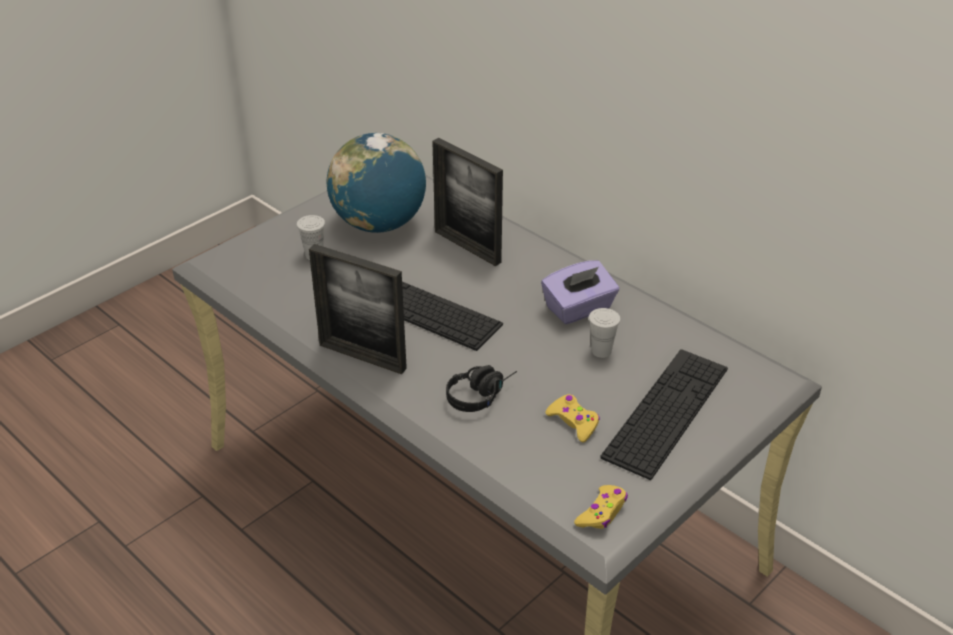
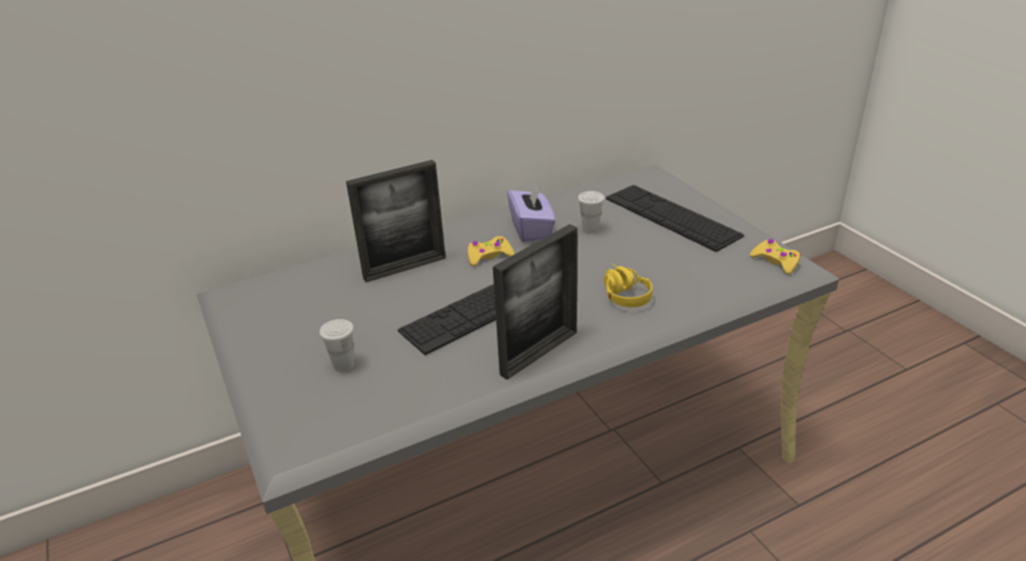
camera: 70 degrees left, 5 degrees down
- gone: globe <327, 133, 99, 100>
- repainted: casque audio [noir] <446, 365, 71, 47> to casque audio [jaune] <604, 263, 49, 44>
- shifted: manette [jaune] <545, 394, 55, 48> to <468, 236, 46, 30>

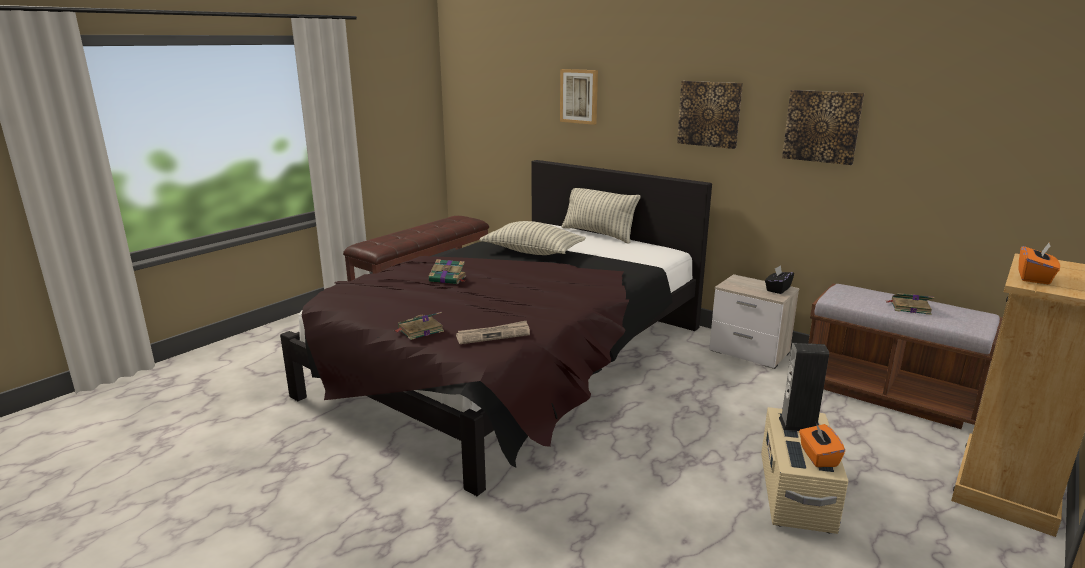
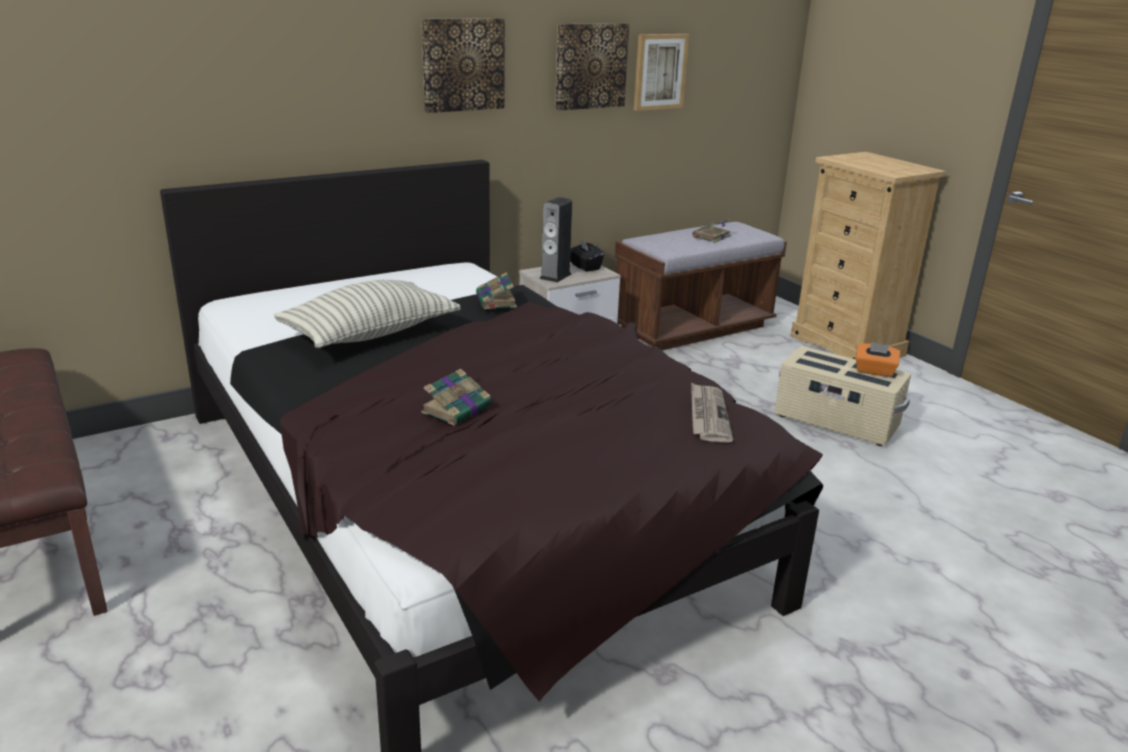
camera: 70 degrees left, 5 degrees up
- shifted: livre <395, 312, 49, 28> to <476, 272, 41, 38>
- shifted: tableau <560, 69, 38, 56> to <634, 34, 55, 77>
- gone: coussin <562, 188, 79, 55>
- shifted: enceinte <779, 343, 50, 88> to <539, 197, 33, 86>
- gone: boîte à mouchoirs [orange] <1019, 243, 41, 41>

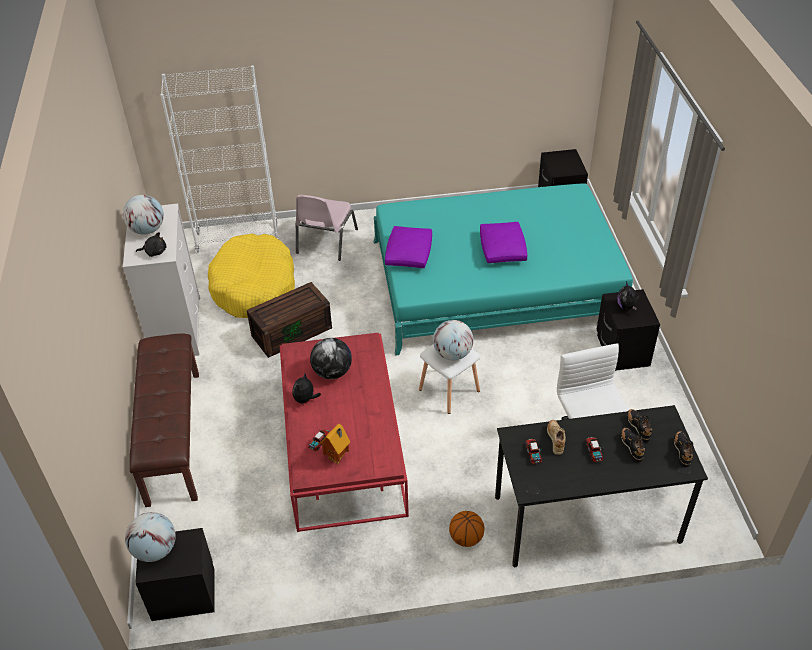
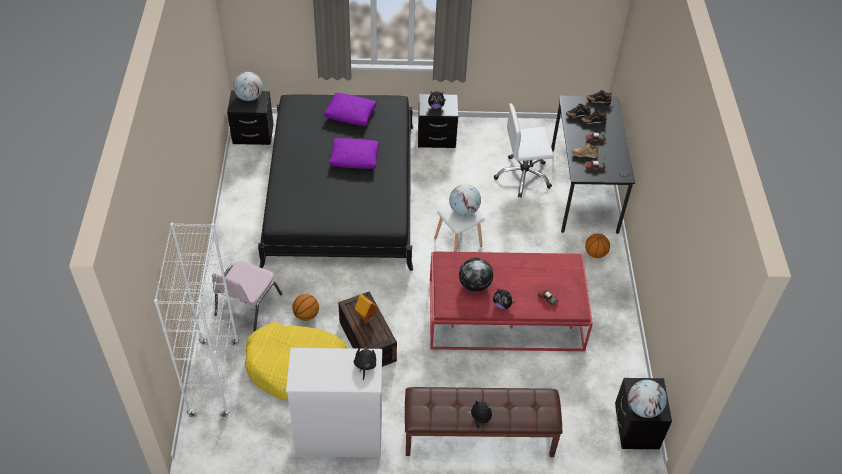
camera: 85 degrees left, 5 degrees up
- shifted: globe <123, 195, 41, 40> to <233, 72, 30, 29>
- rotated: chaise [rose] <296, 195, 62, 66> = <212, 261, 70, 70> 90 degrees clockwise
- shifted: maison miniature <320, 423, 30, 41> to <355, 294, 23, 30>
- repainted: lit [turquoise] <373, 183, 260, 173> to lit [noir] <258, 95, 155, 176>
- shifted: coussin [violet] <385, 226, 47, 42> to <324, 93, 53, 33>
- new: ballon de basket <292, 294, 27, 27>
- new: peluche <467, 400, 25, 29>

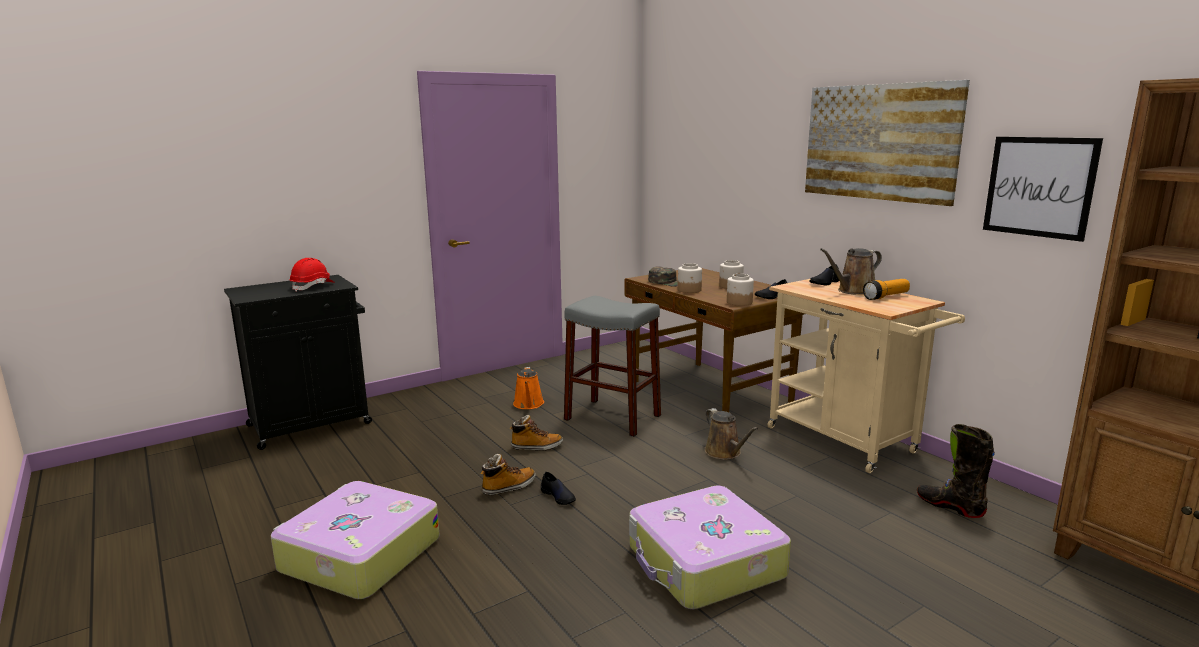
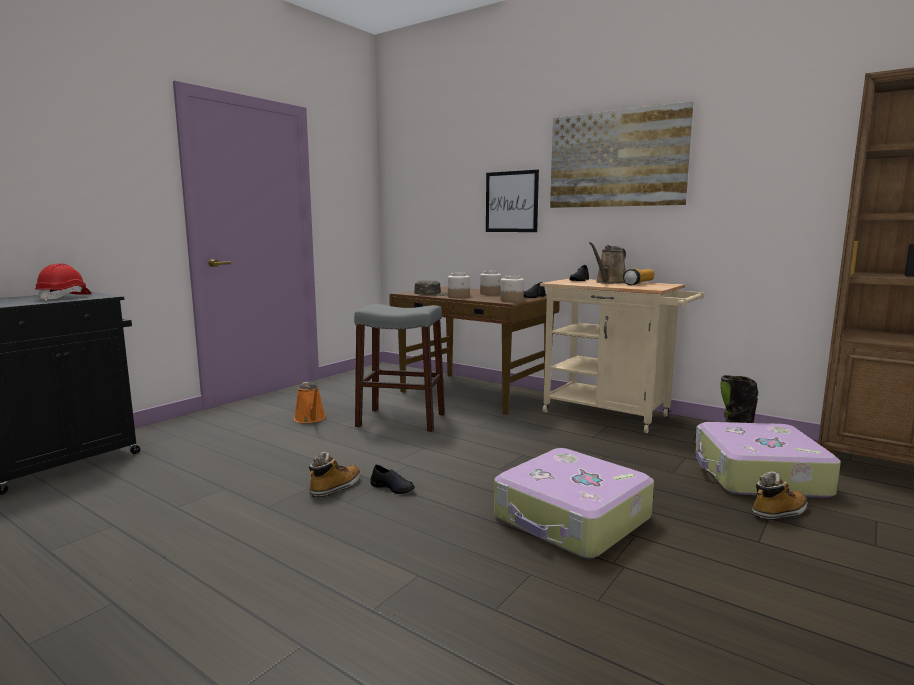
camera: 20 degrees left, 5 degrees down
- shifted: valise <271, 481, 169, 118> to <695, 422, 146, 76>
- shifted: botte <509, 415, 54, 36> to <752, 471, 55, 49>
- gone: arrosoir [marron] <705, 408, 53, 52>
- shifted: tableau <983, 137, 120, 105> to <486, 170, 53, 62>

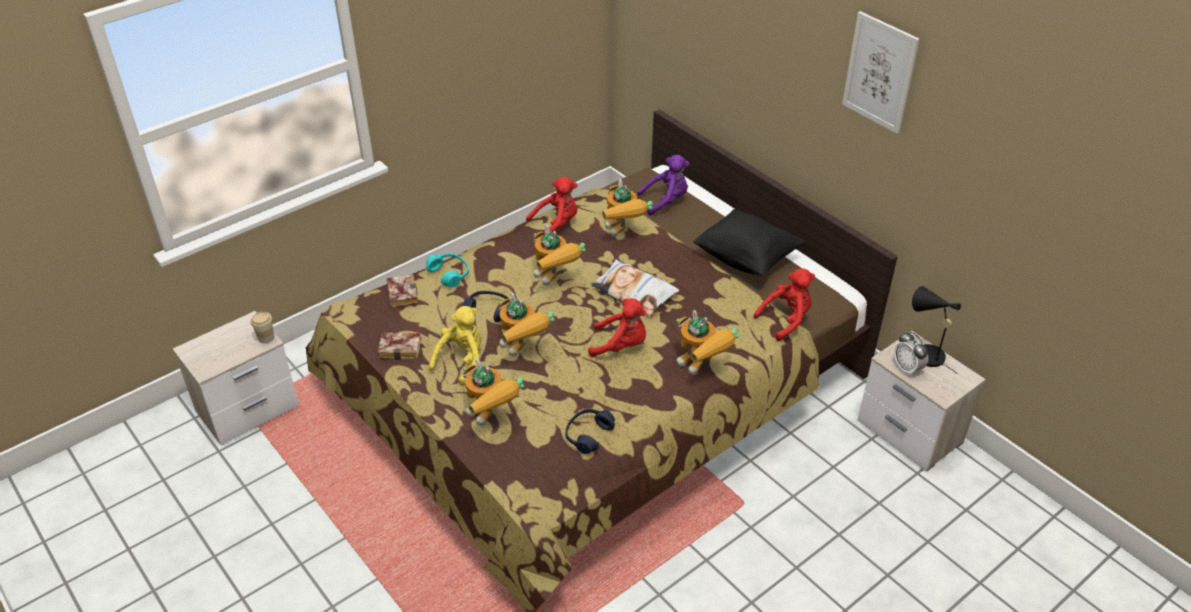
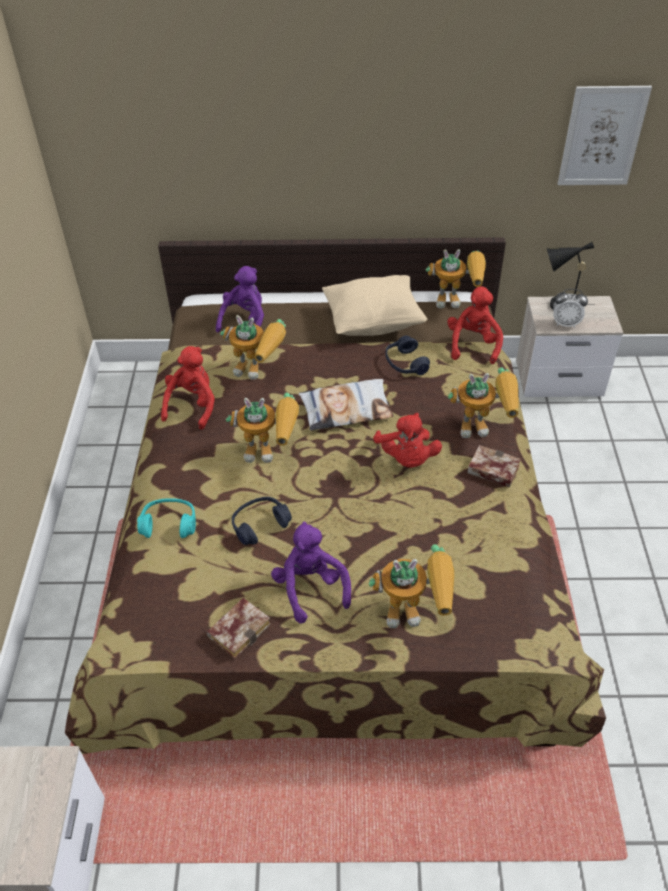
camera: 50 degrees left, 5 degrees up
- gone: tasse <250, 312, 24, 31>
- shifted: livre <387, 274, 31, 34> to <467, 445, 54, 43>
- repainted: peluche [jaune] <429, 306, 53, 80> to peluche [violet] <271, 521, 80, 102>
- shifted: robot jouet <498, 292, 57, 65> to <426, 249, 60, 59>
- shifted: casque audio [bleu] <565, 409, 50, 45> to <385, 335, 45, 40>
- rotated: peluche [rouge] <588, 298, 58, 59> = <373, 413, 69, 55> 120 degrees clockwise
- repainted: coussin [noir] <693, 209, 113, 67> to coussin [beige] <322, 275, 105, 61>
- shifted: tableau <842, 11, 78, 123> to <558, 86, 94, 99>

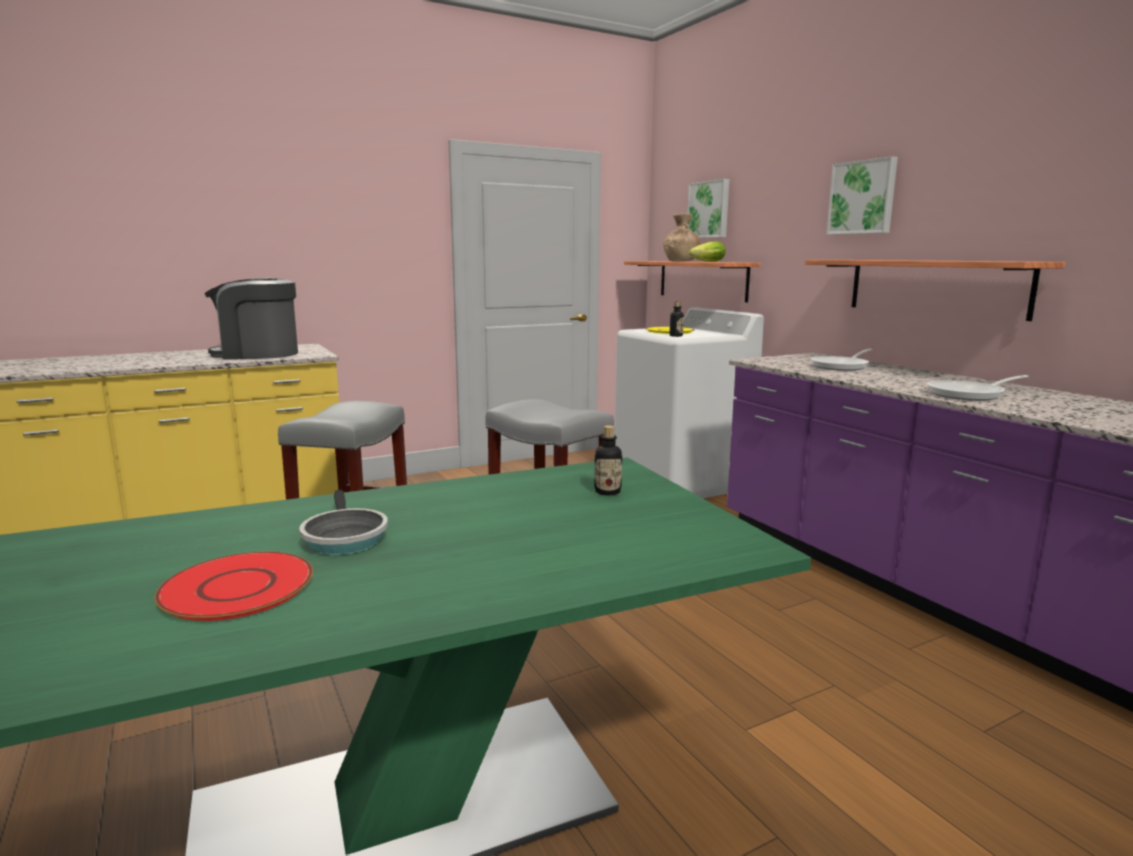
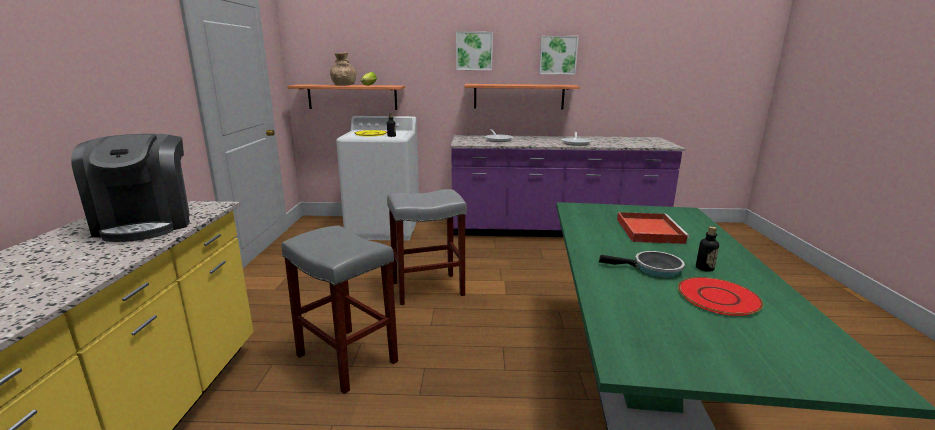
camera: 60 degrees left, 5 degrees up
- rotated: machine à café <204, 278, 94, 82> = <71, 134, 119, 108> 45 degrees counterclockwise
- shifted: bouteille <594, 425, 28, 70> to <696, 226, 23, 46>
- shifted: tableau <687, 179, 42, 59> to <539, 36, 40, 39>
- new: plateau [rouge] <617, 212, 73, 32>

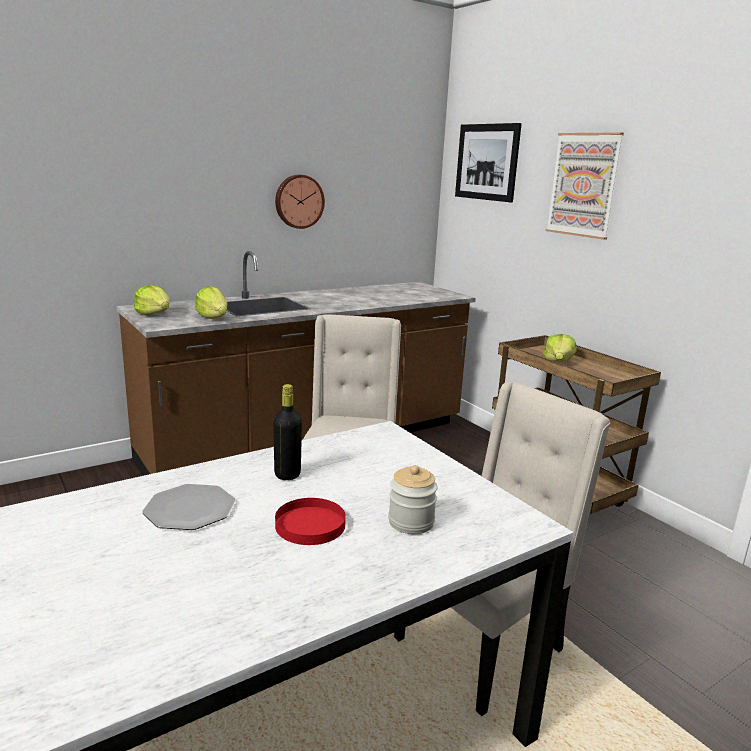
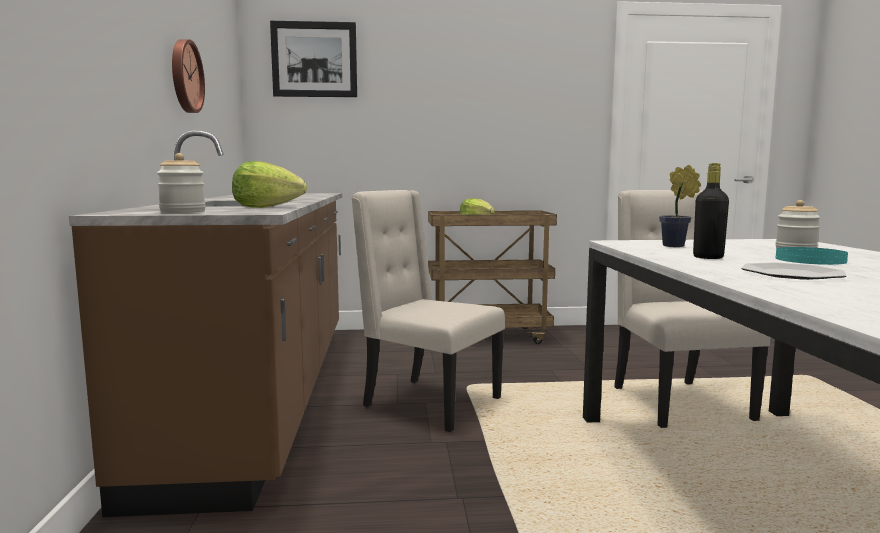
camera: 60 degrees left, 10 degrees down
- swapped: laitue <134, 285, 36, 30> to bocal <157, 153, 49, 60>
- repainted: assiette [rouge] <275, 498, 71, 47> to assiette [turquoise] <776, 247, 72, 18>
- gone: tableau <546, 132, 78, 108>
- new: plante en pot <659, 165, 42, 82>

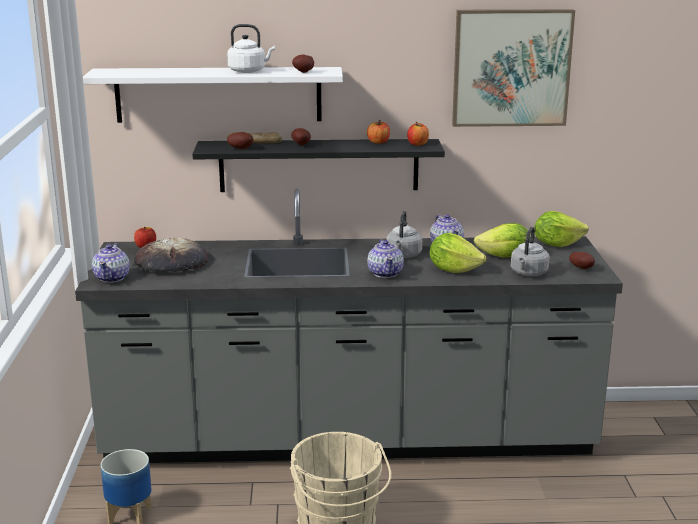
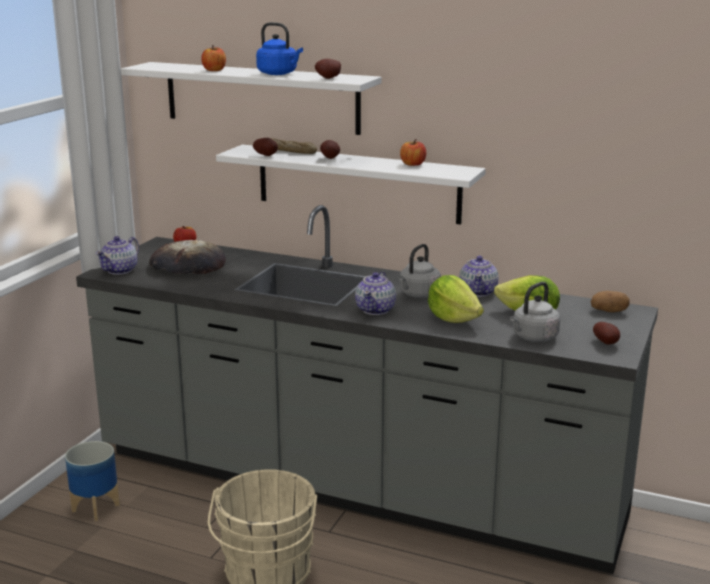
camera: 25 degrees right, 0 degrees up
- repainted: étagère [noir] <192, 139, 253, 53> to étagère [blanc] <216, 145, 270, 80>
- repainted: bouilloire [blanc] <227, 24, 48, 49> to bouilloire [bleu] <256, 22, 47, 53>
- shifted: pomme <407, 122, 22, 24> to <201, 45, 25, 26>
- gone: tableau <452, 9, 123, 118>
- swapped: laitue <534, 211, 55, 36> to pomme de terre <590, 291, 39, 22>

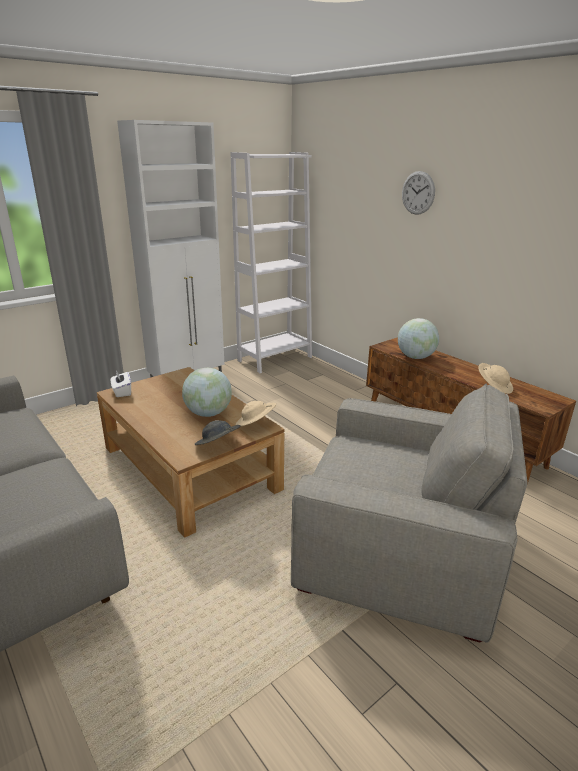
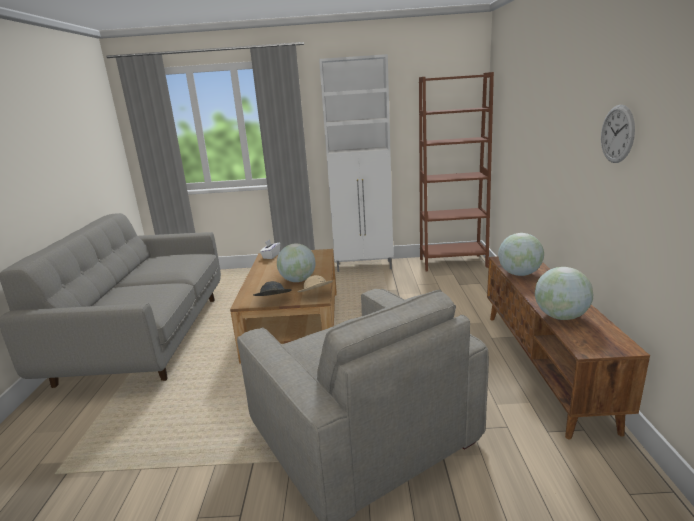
camera: 40 degrees right, 5 degrees down
- repainted: bibliothèque [blanc] <231, 152, 81, 221> to bibliothèque [marron] <419, 72, 75, 199>
- shifted: horloge murale <402, 171, 33, 44> to <601, 105, 34, 58>
- swapped: chapeau [beige] <478, 363, 35, 31> to globe <535, 267, 58, 53>

